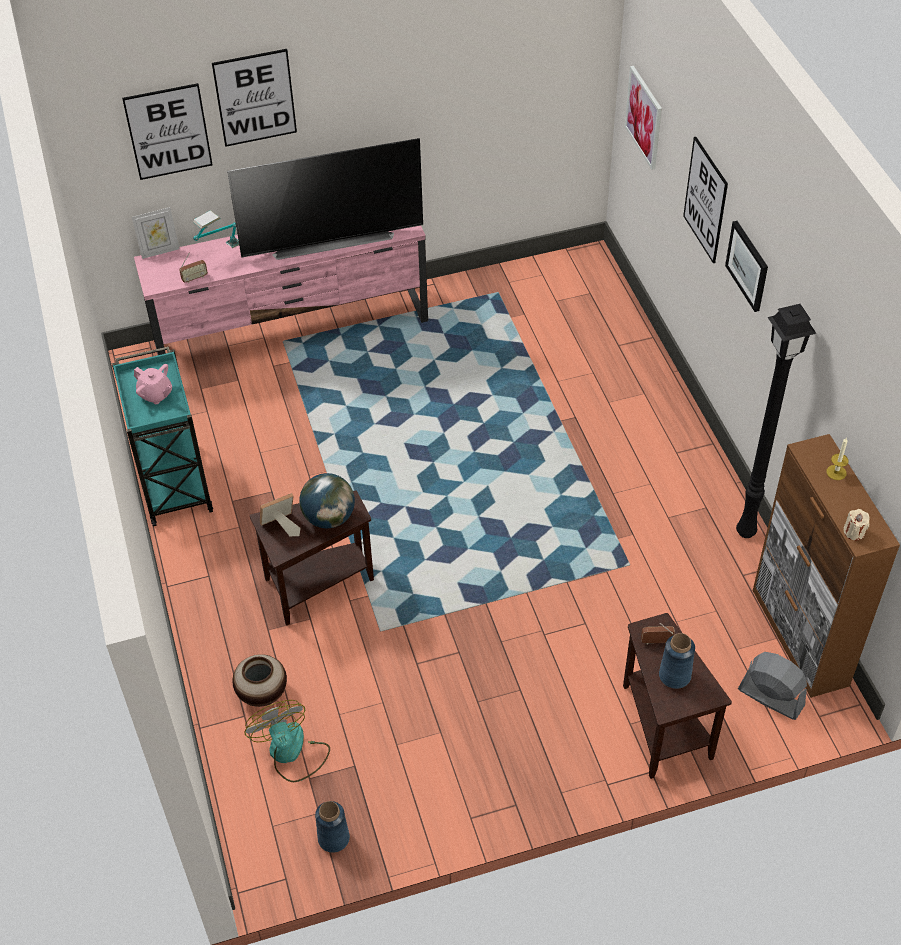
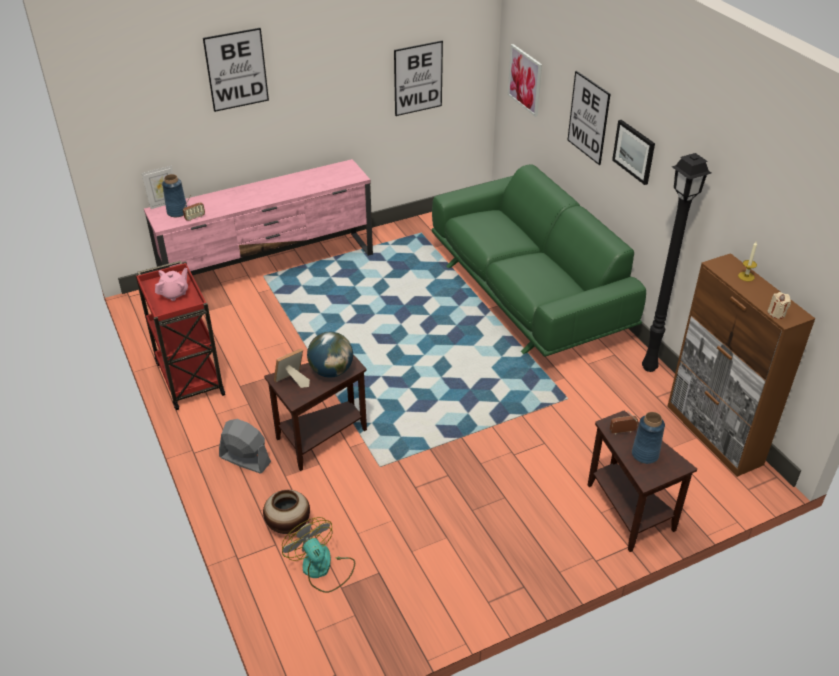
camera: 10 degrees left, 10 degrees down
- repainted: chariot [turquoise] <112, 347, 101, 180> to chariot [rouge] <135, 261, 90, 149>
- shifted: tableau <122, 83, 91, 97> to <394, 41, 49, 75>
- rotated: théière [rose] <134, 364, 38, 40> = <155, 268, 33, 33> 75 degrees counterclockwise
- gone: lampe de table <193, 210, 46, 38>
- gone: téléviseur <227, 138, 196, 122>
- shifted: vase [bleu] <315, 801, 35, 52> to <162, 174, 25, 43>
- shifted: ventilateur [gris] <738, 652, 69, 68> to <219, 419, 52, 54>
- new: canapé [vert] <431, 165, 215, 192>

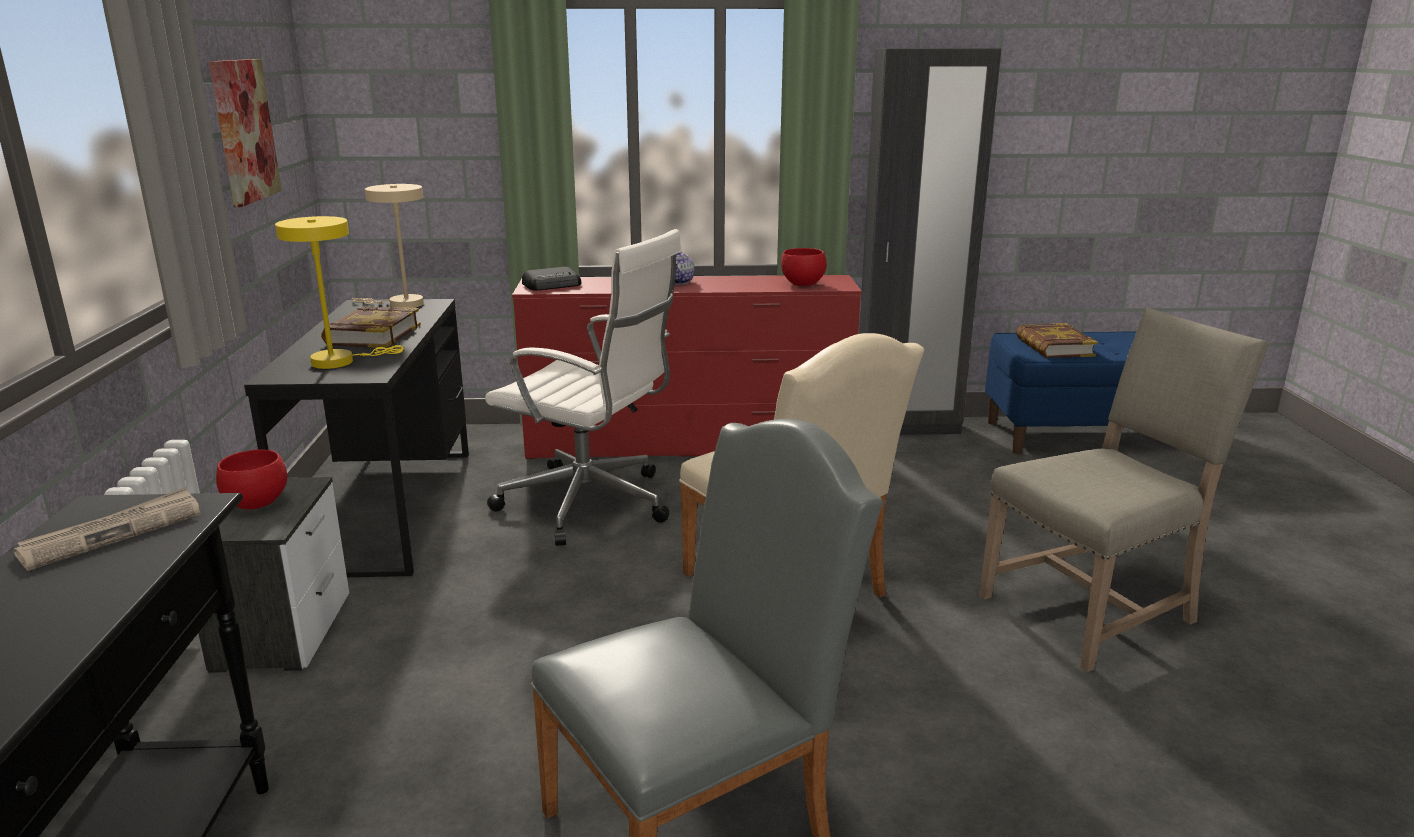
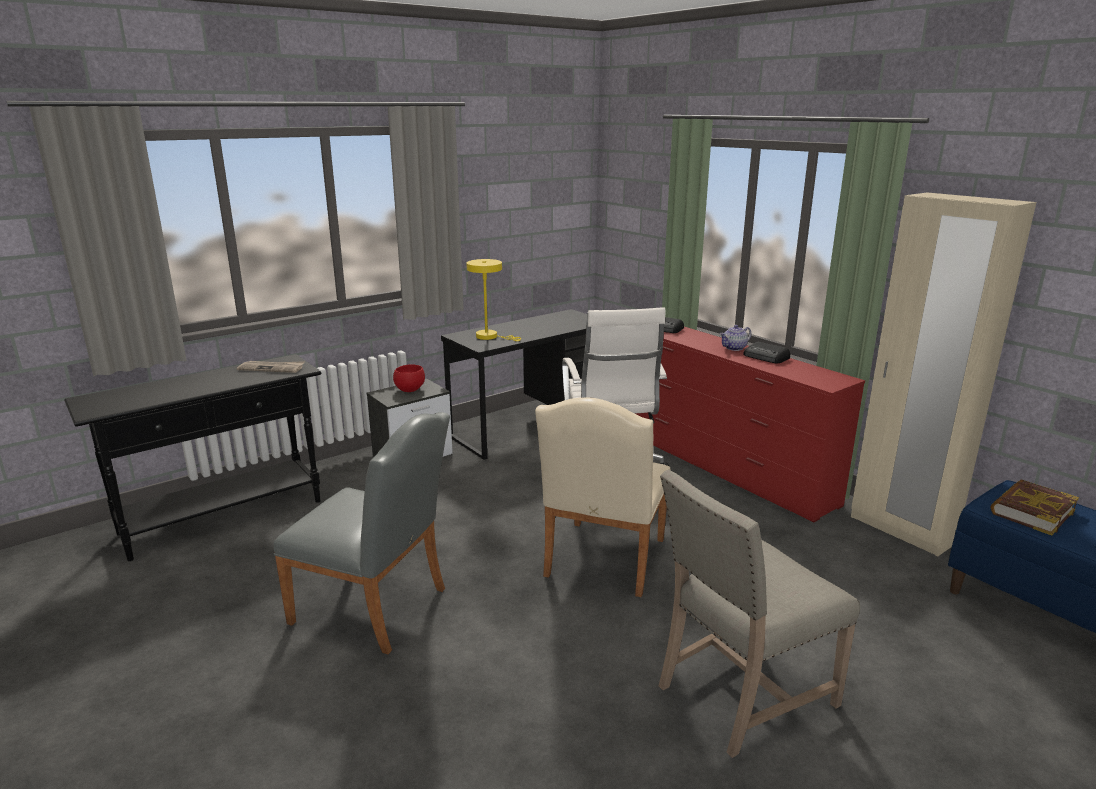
camera: 55 degrees right, 0 degrees up
- gone: tableau <209, 59, 73, 148>
- gone: livre <321, 306, 100, 42>
- gone: lampe de table [beige] <352, 184, 72, 124>
- gone: bol [rouge] <781, 248, 46, 38>
- repainted: armoire [noir] <859, 48, 142, 387> to armoire [beige] <851, 193, 185, 364>
- rotated: chaise [beige] <979, 308, 291, 364> = <659, 470, 201, 288> 120 degrees clockwise
- new: radio <743, 342, 47, 22>

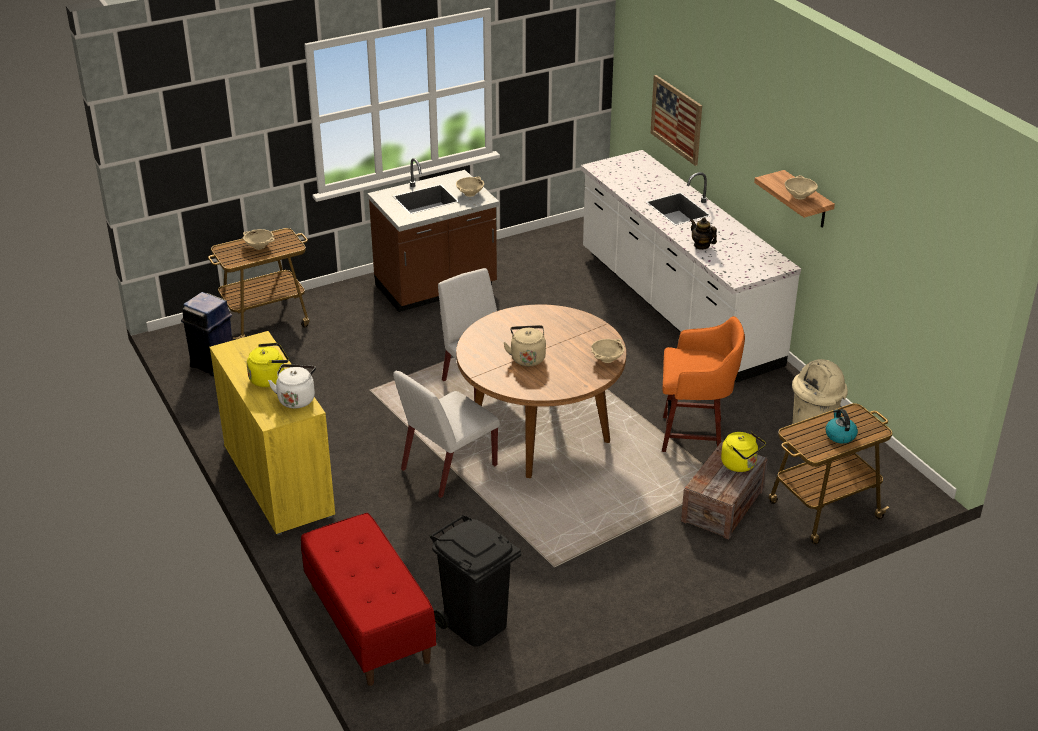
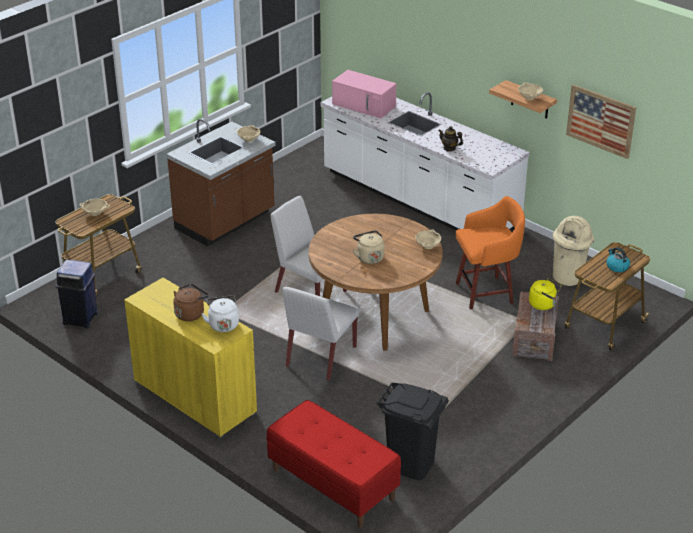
camera: 20 degrees left, 0 degrees up
- repainted: bouilloire [jaune] <247, 343, 42, 44> to bouilloire [marron] <173, 284, 36, 37>
- shifted: tableau <650, 75, 52, 91> to <566, 84, 70, 75>
- new: micro-ondes [rose] <332, 70, 64, 49>

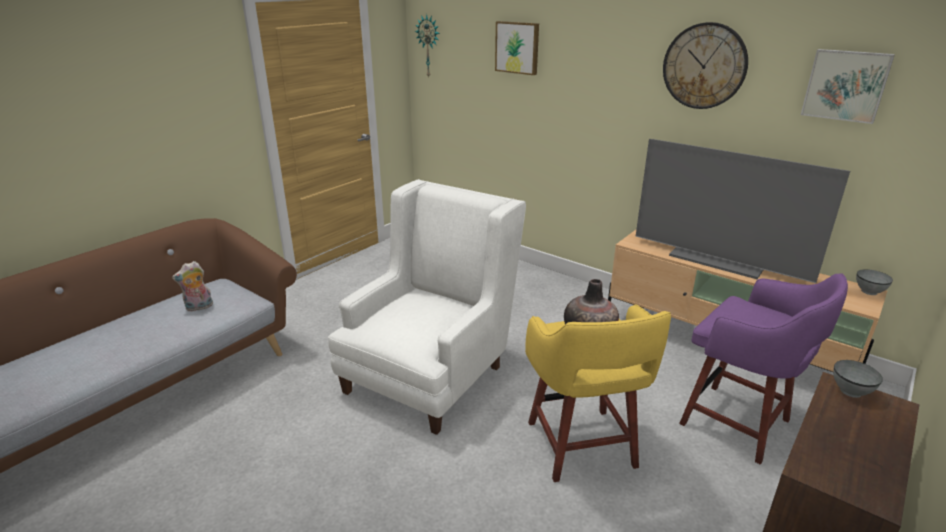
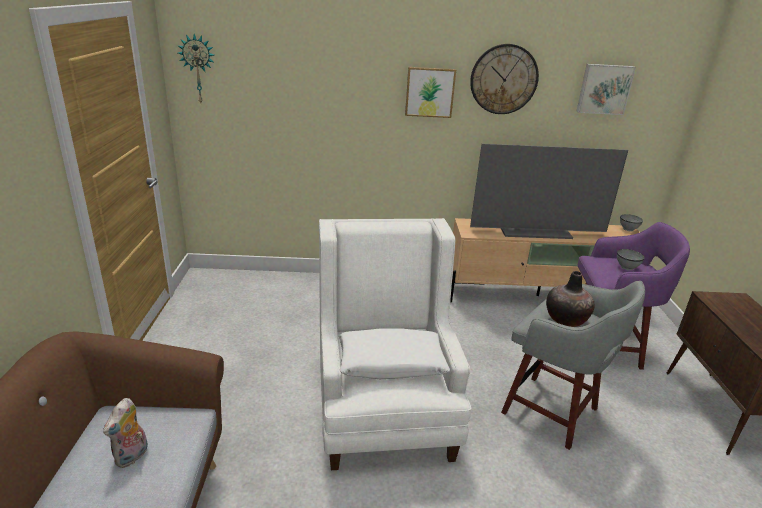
camera: 40 degrees left, 0 degrees up
- shifted: tableau <495, 21, 44, 54> to <405, 67, 51, 51>
- repainted: tabouret [jaune] <525, 304, 146, 178> to tabouret [gris] <501, 281, 144, 169>
- shifted: bol [gris] <833, 360, 50, 38> to <617, 249, 28, 21>
- new: coussin [blanc] <339, 328, 111, 51>

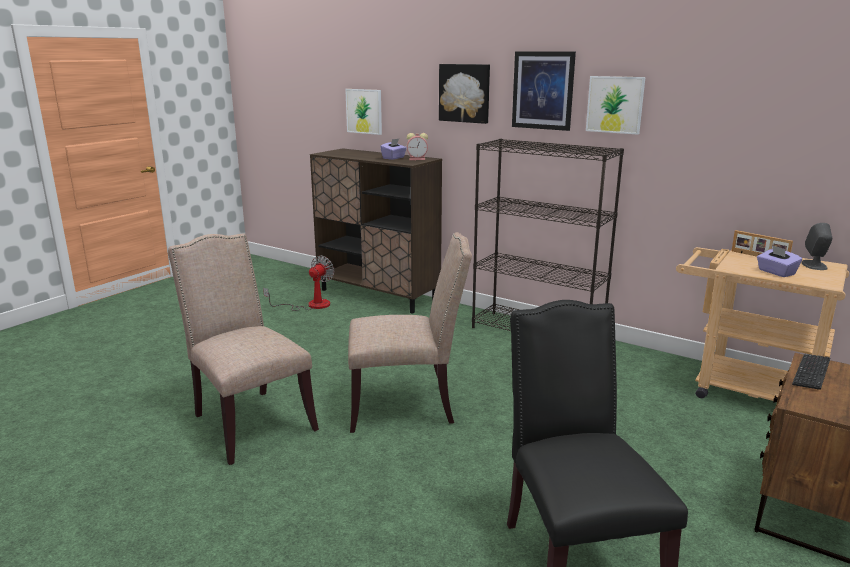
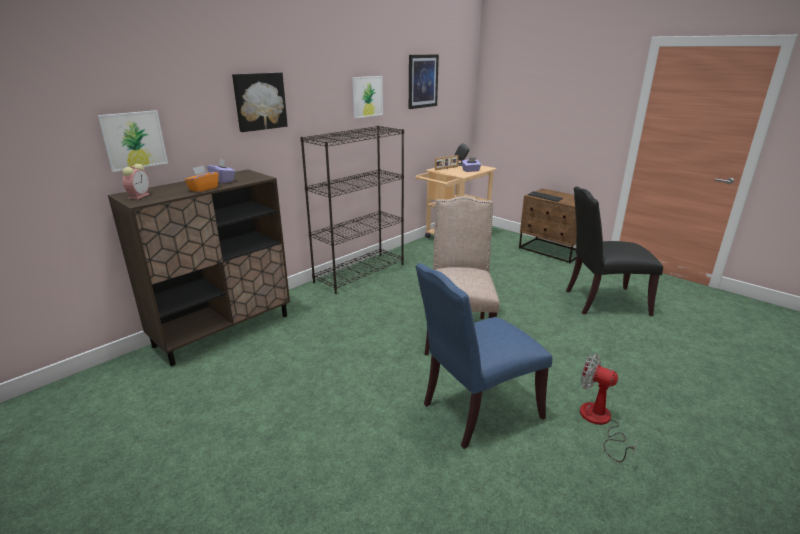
camera: 80 degrees left, 5 degrees up
- repainted: chaise [beige] <168, 234, 151, 231> to chaise [bleu] <416, 263, 136, 186>
- shifted: ventilateur <263, 256, 71, 55> to <580, 354, 57, 108>
- shifted: réveil <407, 133, 21, 27> to <122, 164, 28, 35>
- shifted: tableau <512, 52, 64, 79> to <409, 54, 30, 55>
- new: boîte à mouchoirs [orange] <184, 166, 35, 26>

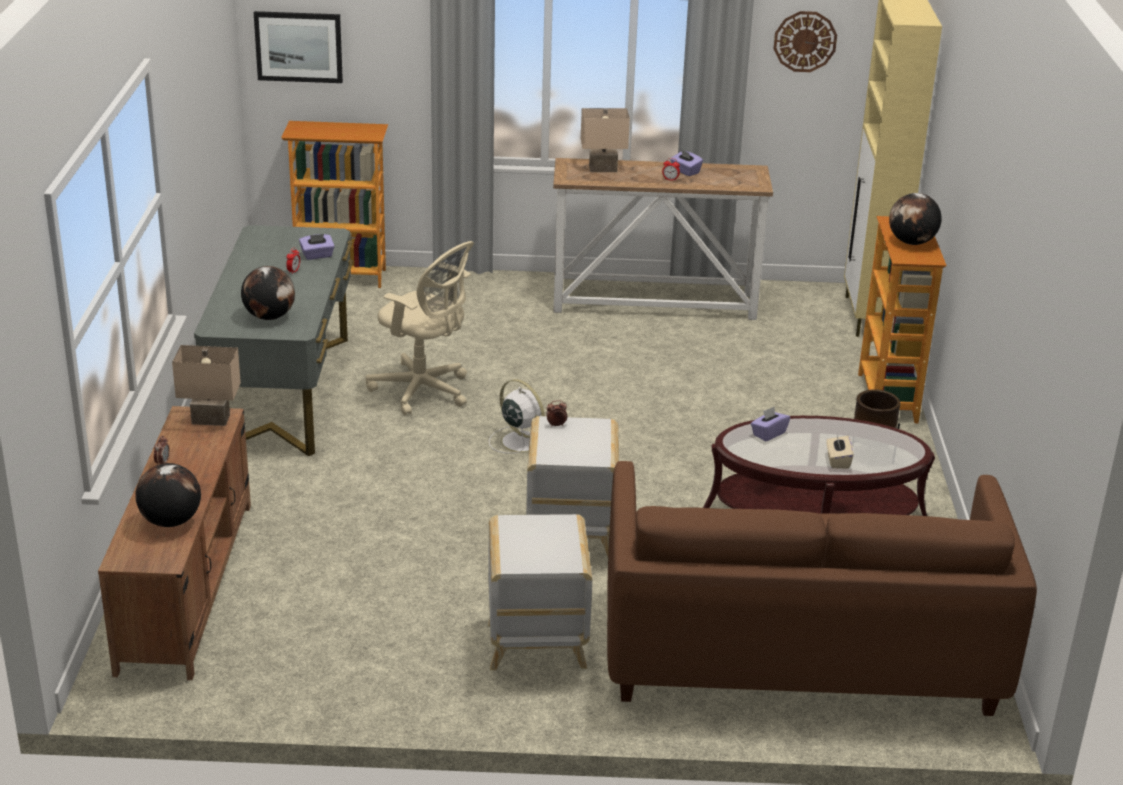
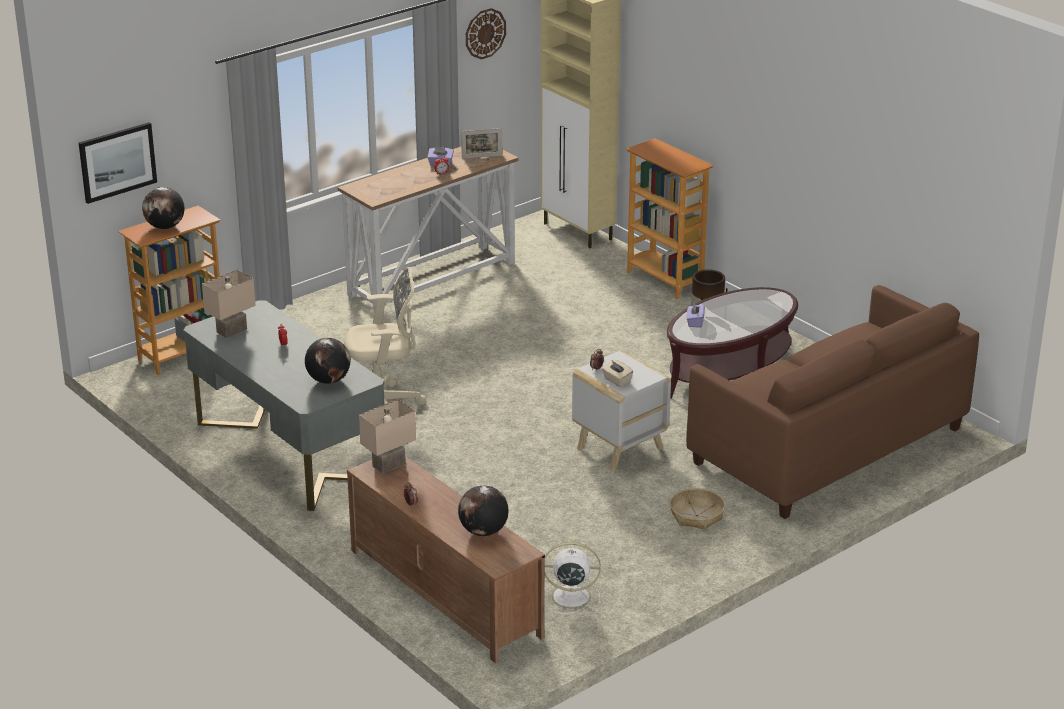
camera: 40 degrees left, 0 degrees up
- gone: boîte à mouchoirs [violet] <299, 234, 36, 26>
- swapped: table d'appoint [blanc] <488, 514, 104, 156> to panier <670, 488, 55, 42>
- shifted: ventilateur [blanc] <489, 379, 56, 75> to <545, 542, 56, 72>
- shifted: lampe de table [beige] <581, 108, 49, 64> to <202, 270, 54, 68>
- shifted: boîte à mouchoirs [beige] <826, 435, 27, 34> to <602, 360, 31, 27>
- shifted: globe <889, 193, 53, 52> to <142, 187, 43, 42>
- new: cadre photo <461, 128, 41, 31>

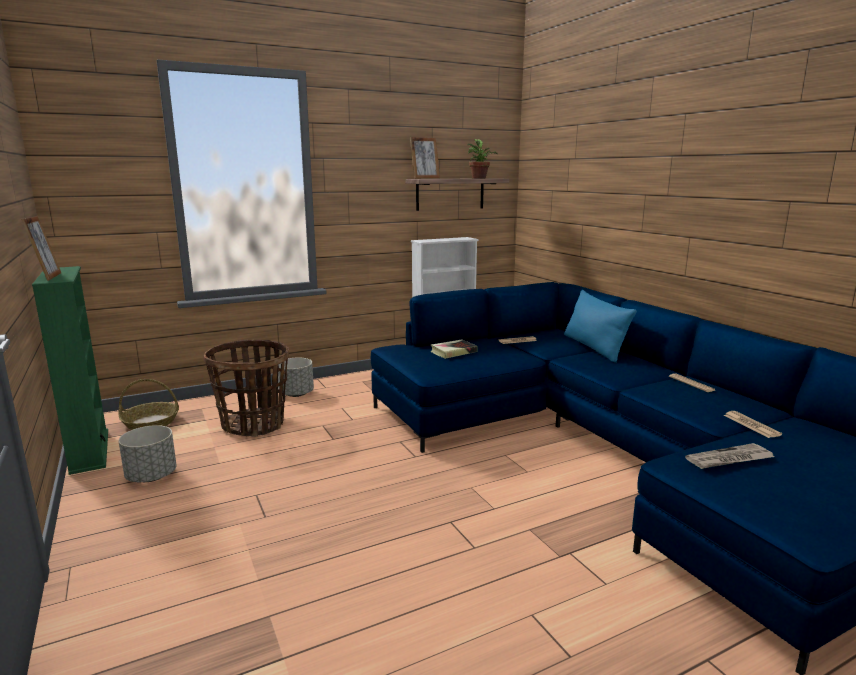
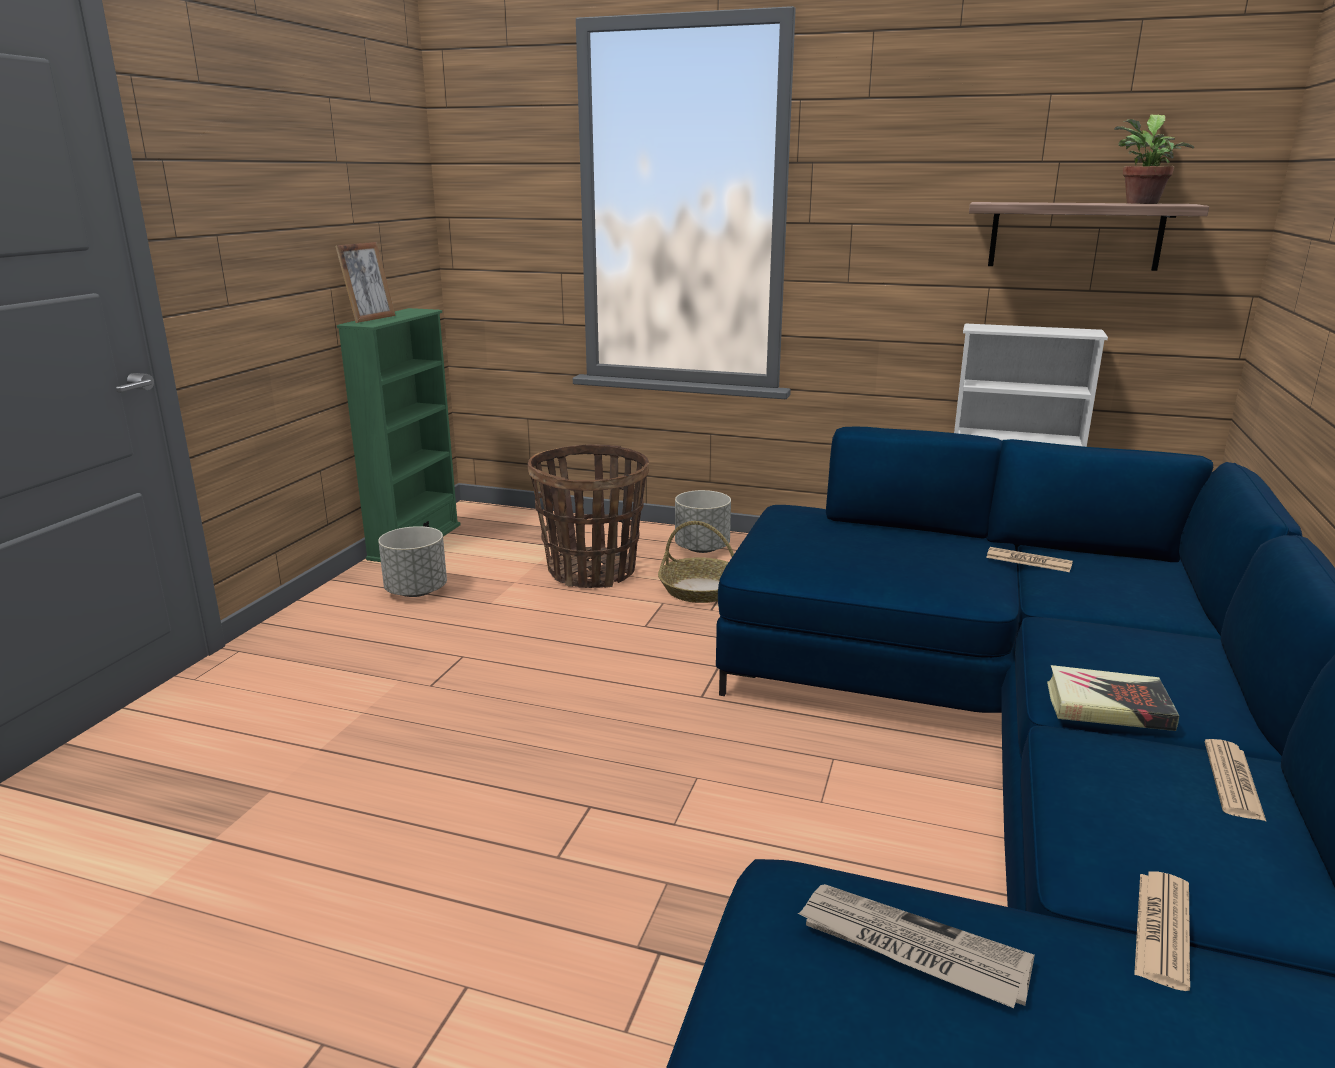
camera: 45 degrees right, 5 degrees up
- shifted: panier <119, 379, 60, 51> to <658, 521, 76, 82>
- gone: cadre photo <410, 137, 30, 42>
- shifted: livre <431, 339, 47, 20> to <1047, 665, 132, 66>
- gone: coussin [bleu] <564, 290, 73, 73>

